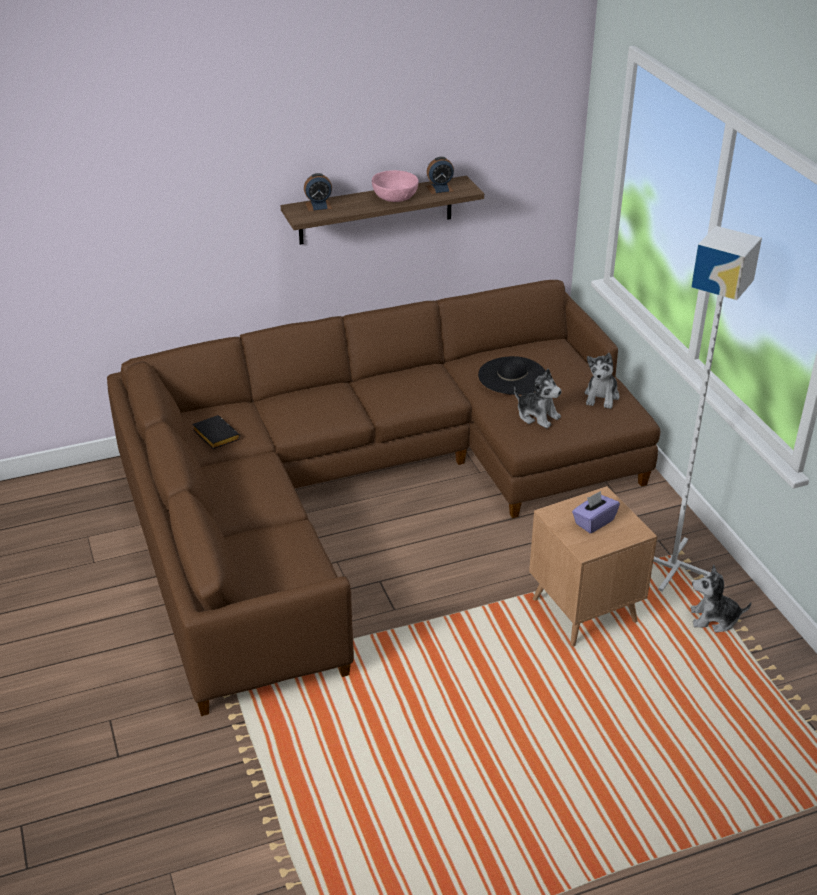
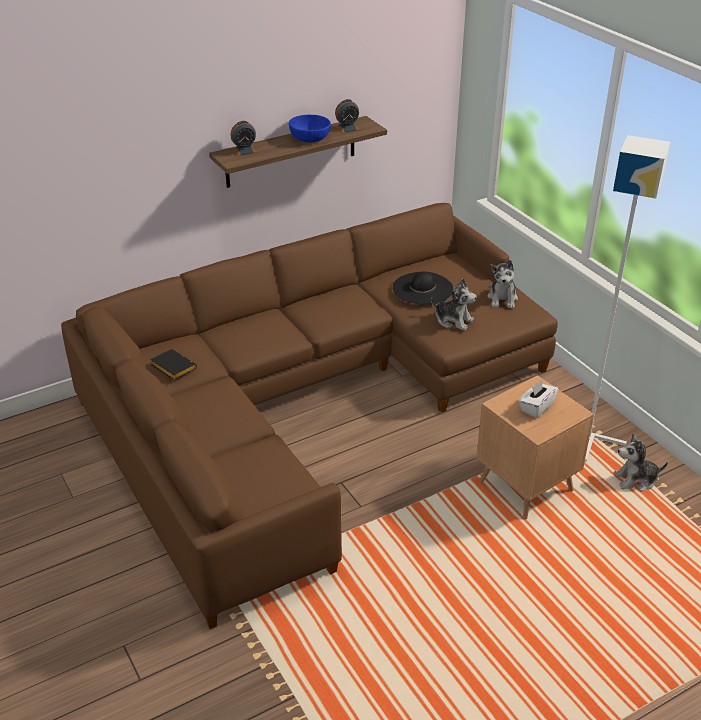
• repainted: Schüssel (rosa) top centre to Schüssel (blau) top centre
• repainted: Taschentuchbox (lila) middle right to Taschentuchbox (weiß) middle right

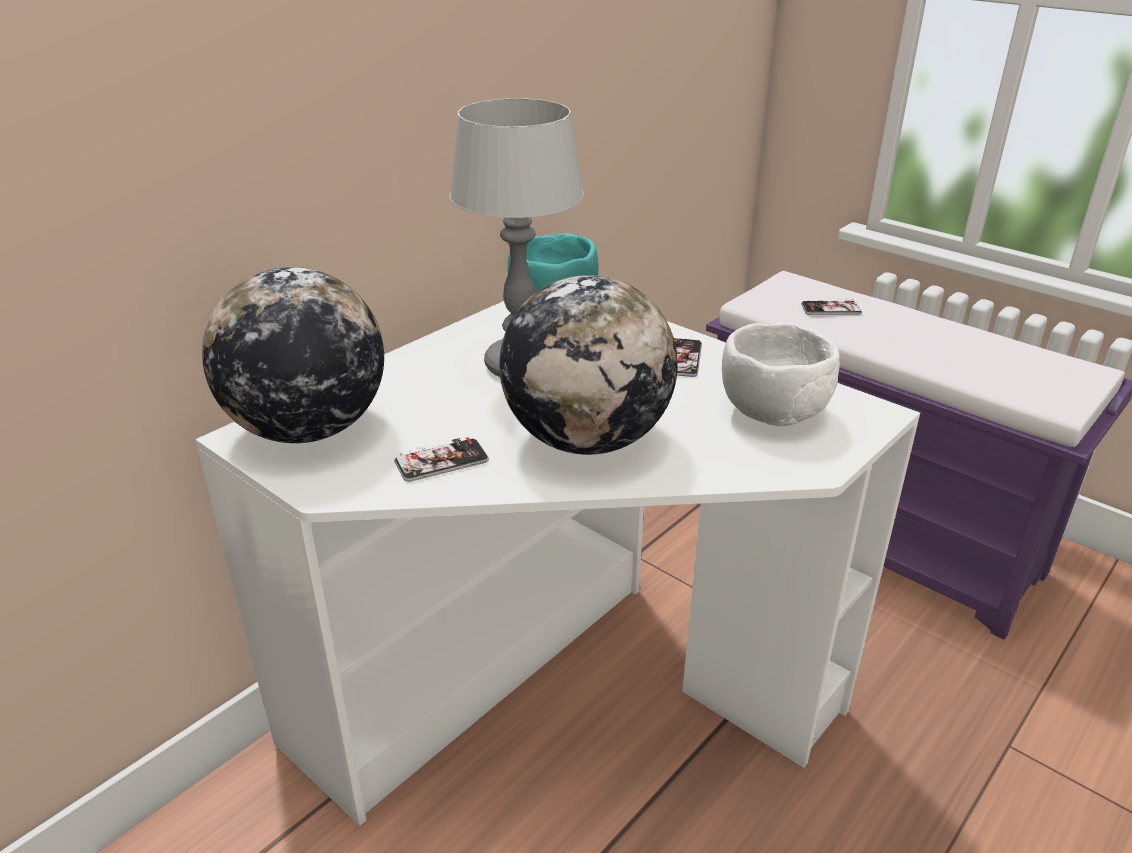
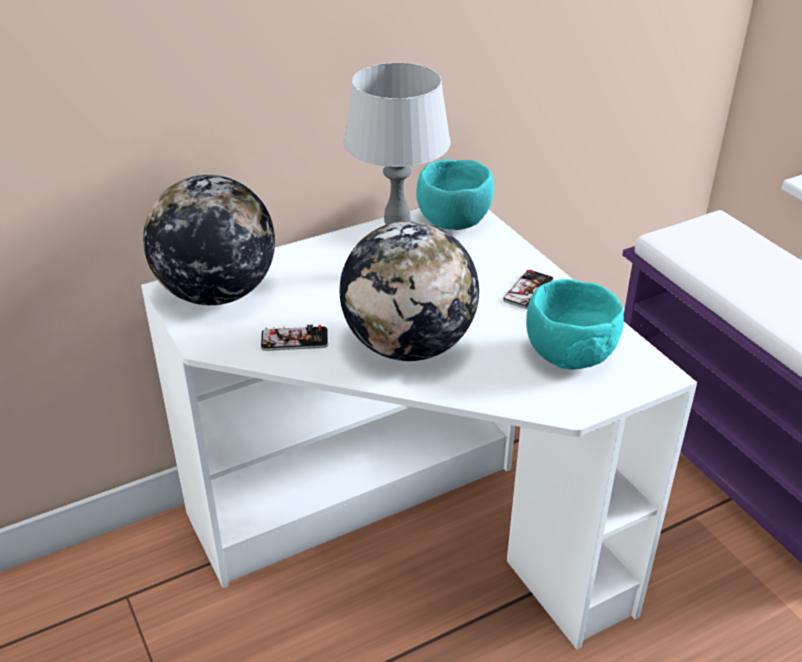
• gone: Handy (no. 3 from left) middle right
• repainted: Schüssel (weiß) middle right to Schüssel (türkis) (no. 2 from left) middle right

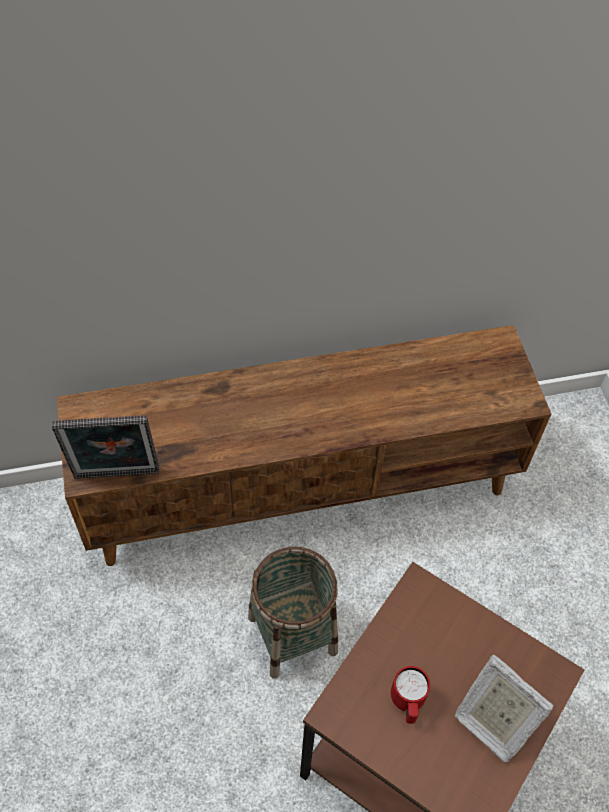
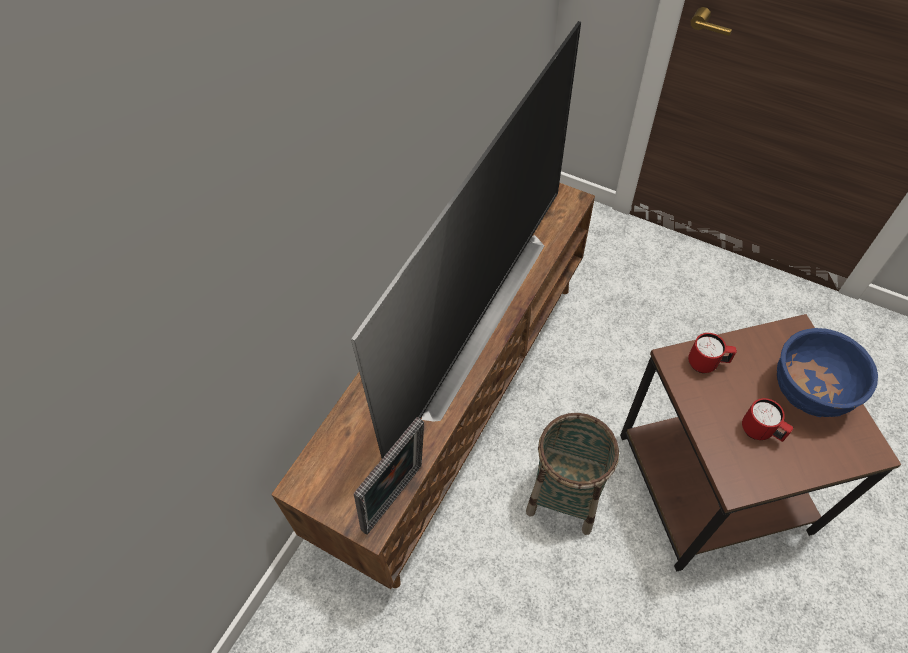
• new: Fernseher centre
• new: Henkelbecher (rot) (no. 1 from left) middle right
• swapped: Bilderrahmen (no. 2 from left) bottom right to Schüssel (blau) middle right

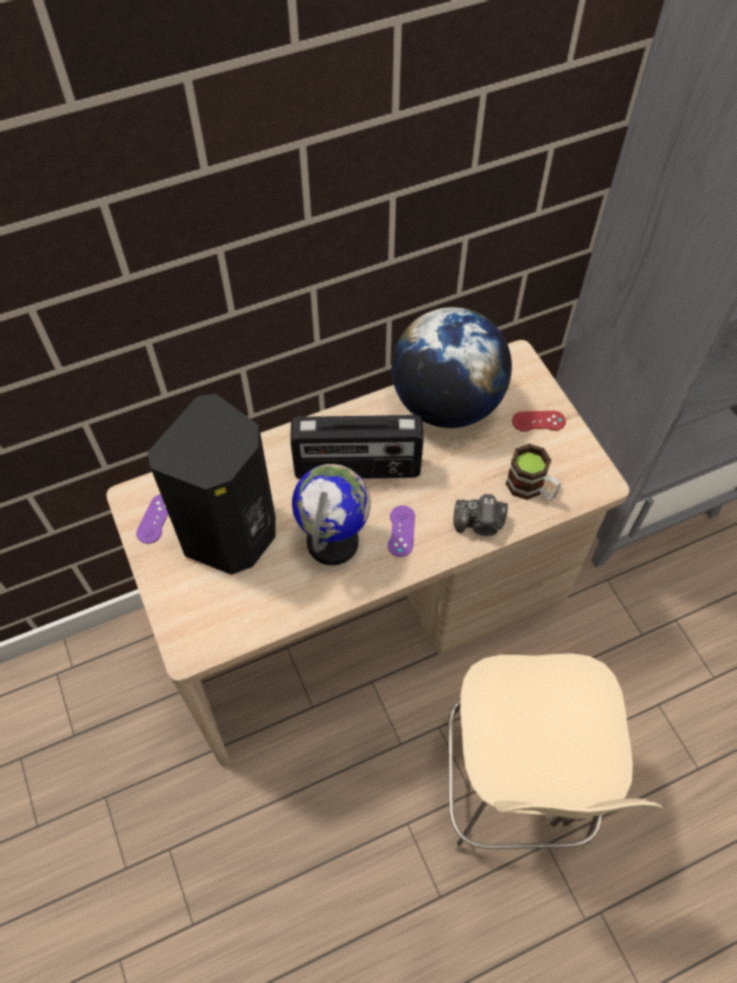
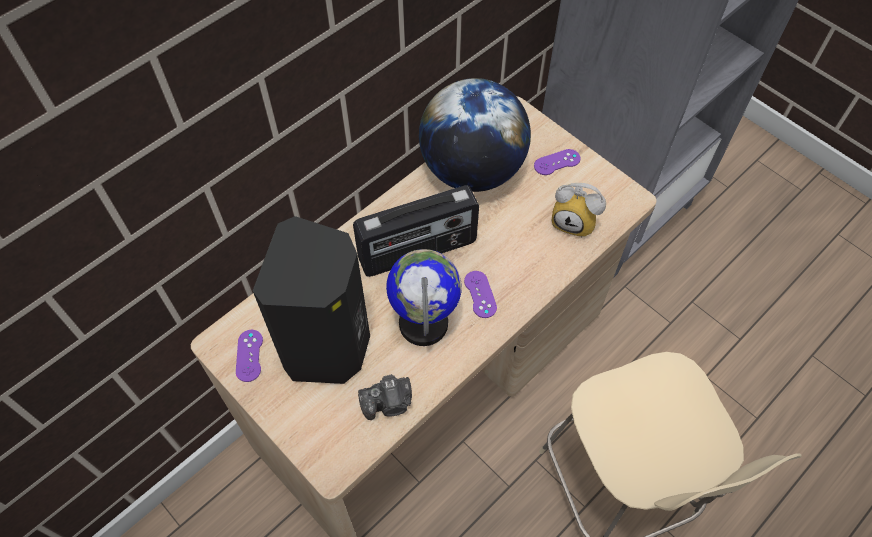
• shifted: Kamera centre to bottom centre
• swapped: Henkelbecher middle right to Wecker centre
• repainted: Gamepad (rot) middle right to Gamepad (lila) (no. 3 from left) top centre

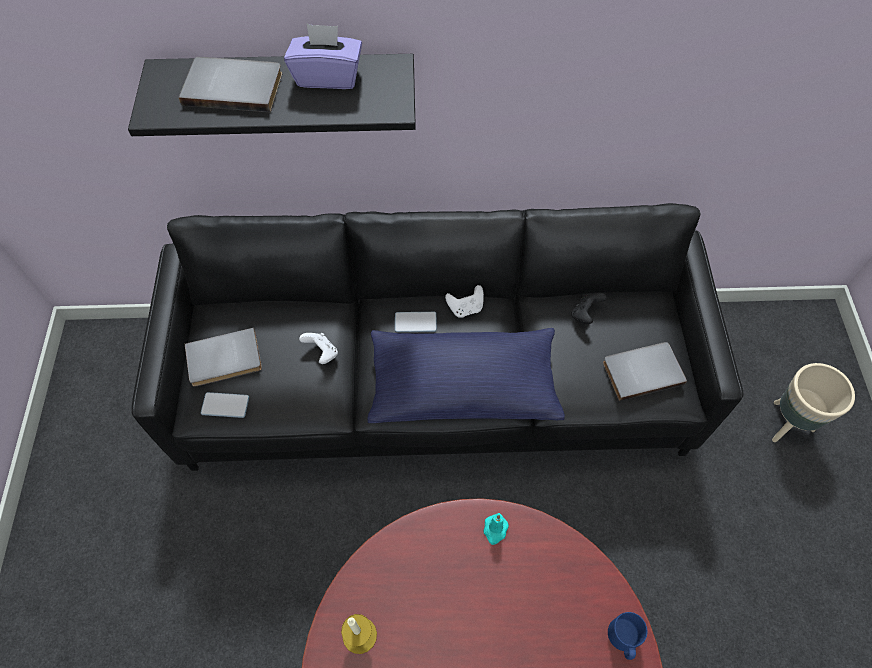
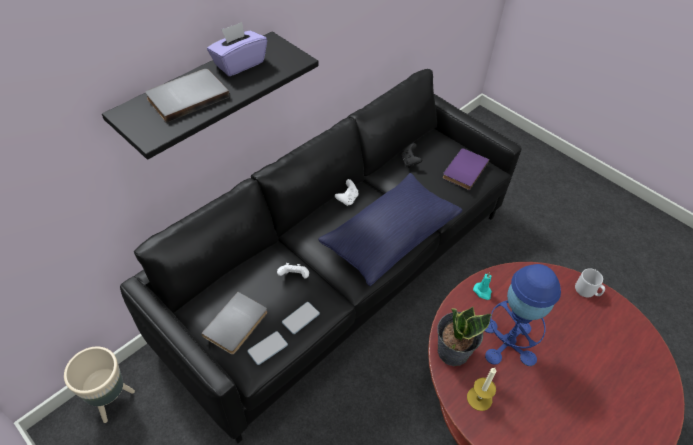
• new: Topfpflanze bottom right
• new: Tischlampe (blau) bottom right
• shifted: Handy (no. 2 from left) centre to bottom centre
• shifted: Pflanzkübel (beige) middle right to bottom left
• repainted: Buch (grau) (no. 3 from left) middle right to Buch (lila) middle right
• repainted: Henkelbecher (blau) bottom right to Henkelbecher (grau) middle right

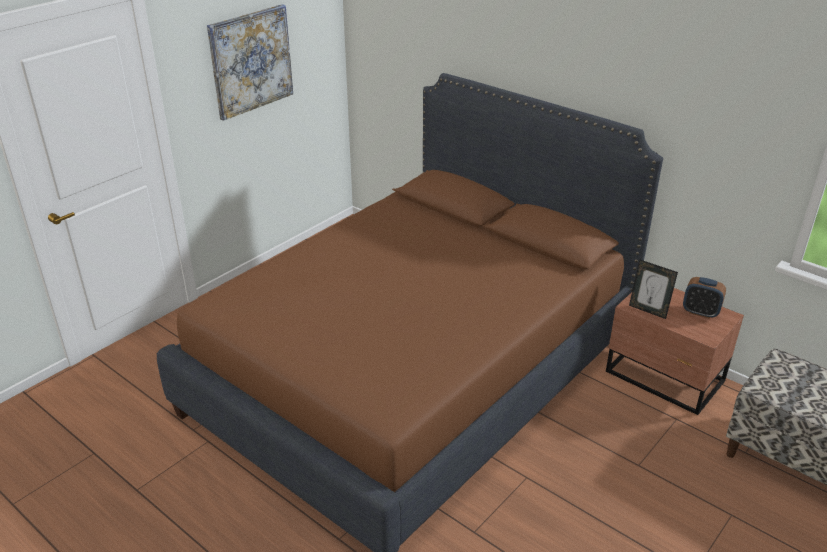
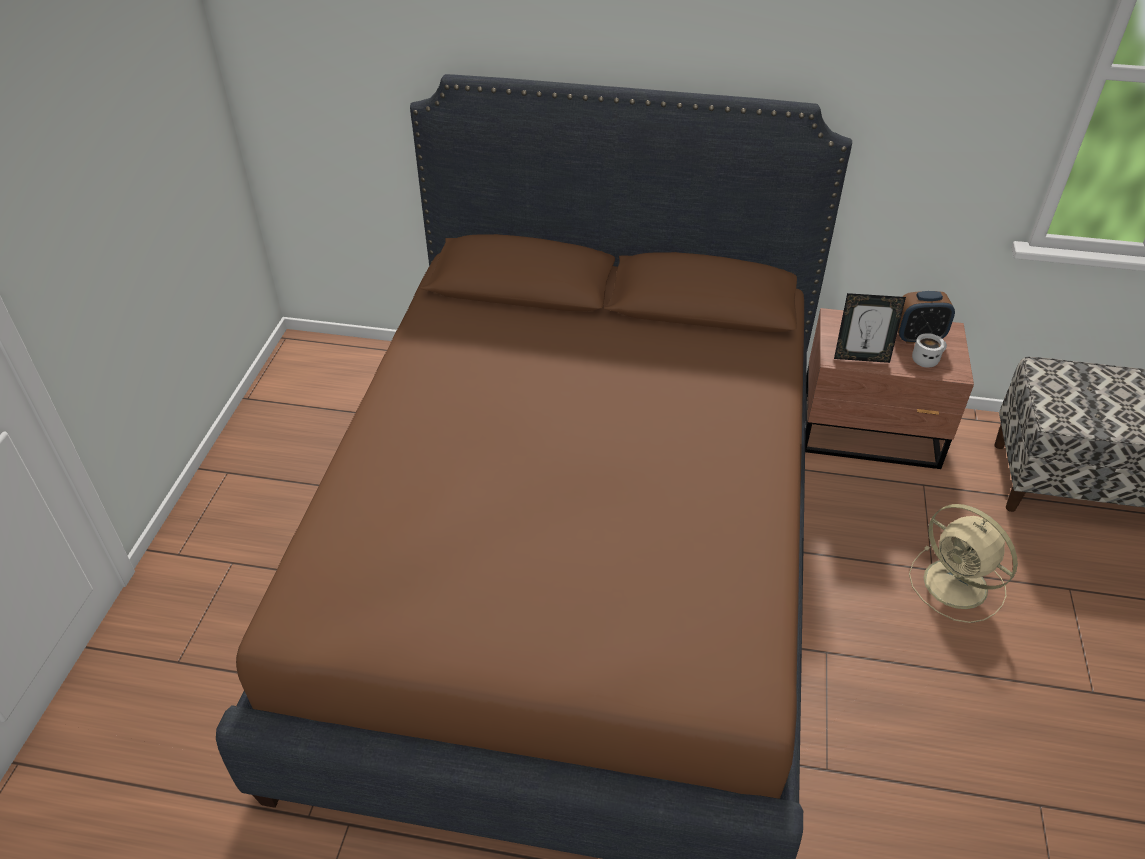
• gone: Bild top left
• new: Ventilator (beige) middle right
• new: Henkelbecher (weiß) middle right

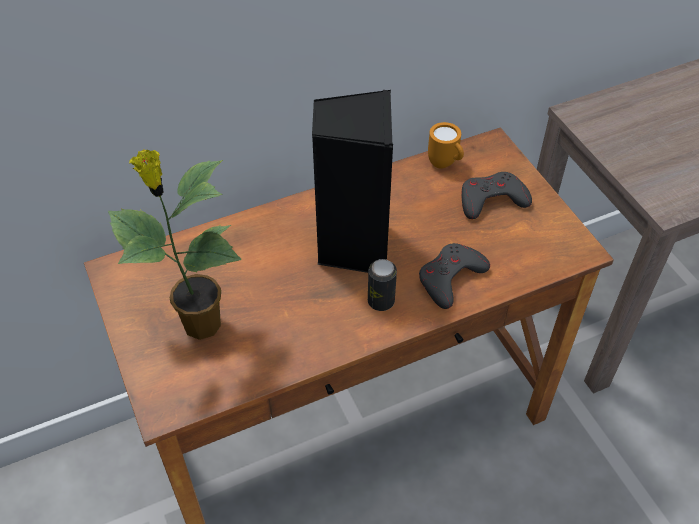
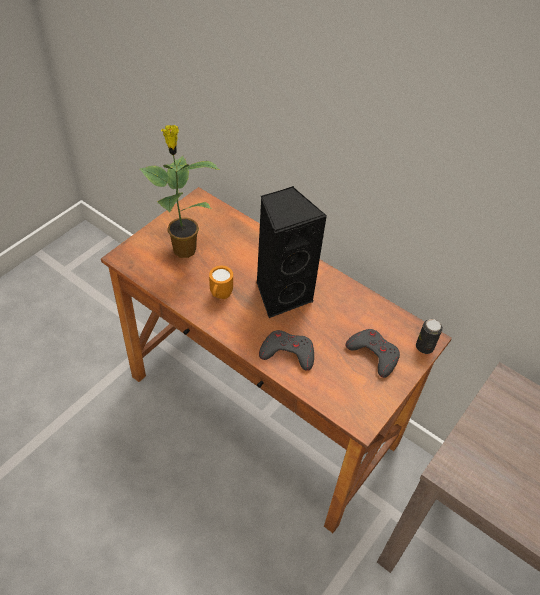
• shifted: Dose centre to middle right
• shifted: Henkelbecher (orange) top centre to centre

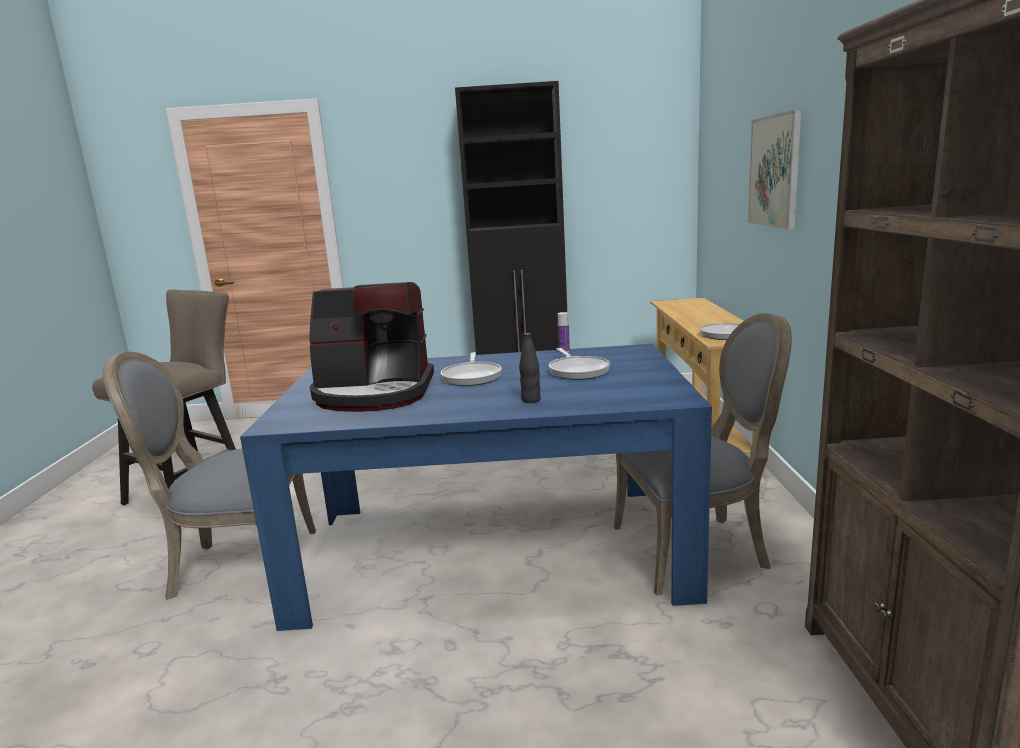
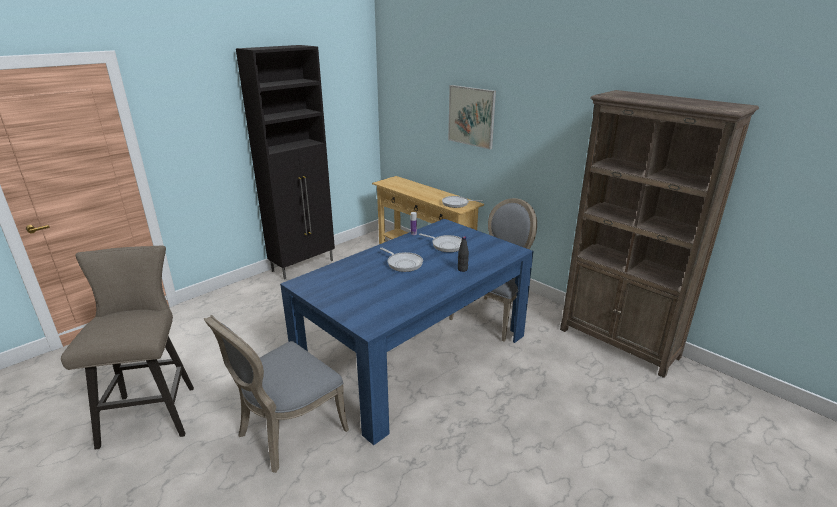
• gone: Kaffeemaschine centre

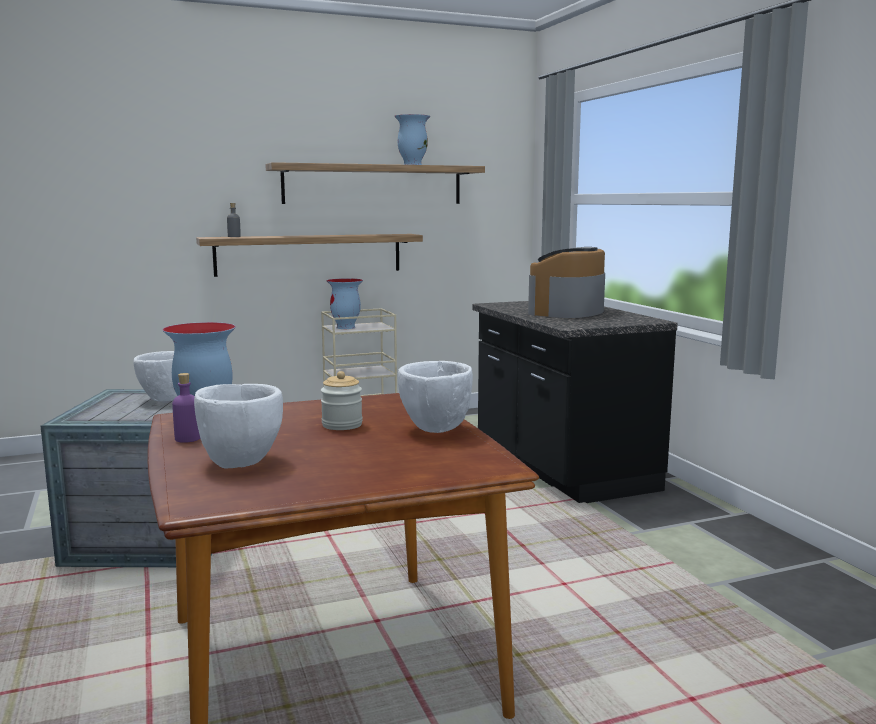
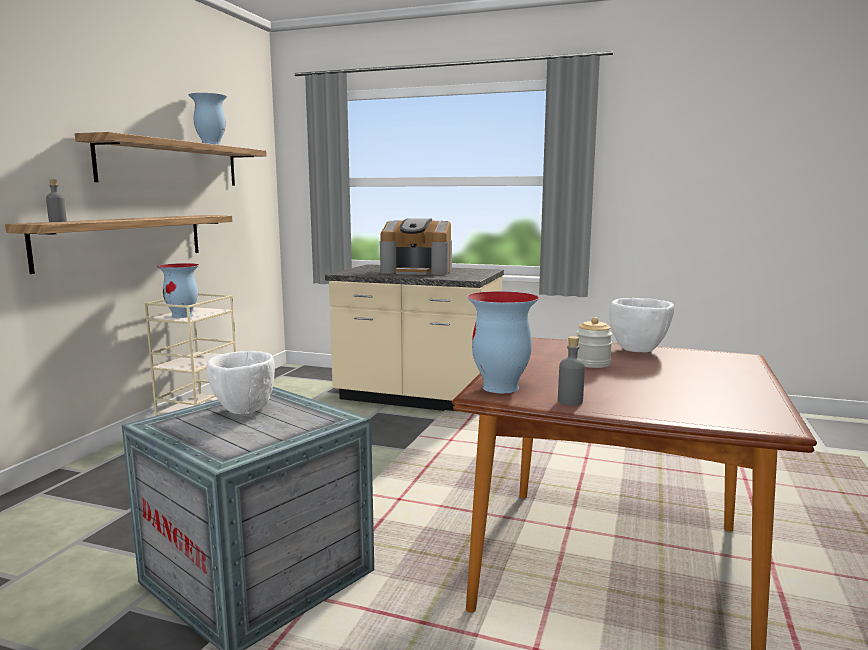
• gone: Schüssel (weiß) (no. 2 from left) middle left
• repainted: Flasche (lila) middle left to Flasche (grau) (no. 2 from left) centre
• repainted: Küchenzeile (schwarz) centre to Küchenzeile (beige) centre
• rotated: Kaffeemaschine centre = centre 60 degrees counterclockwise

